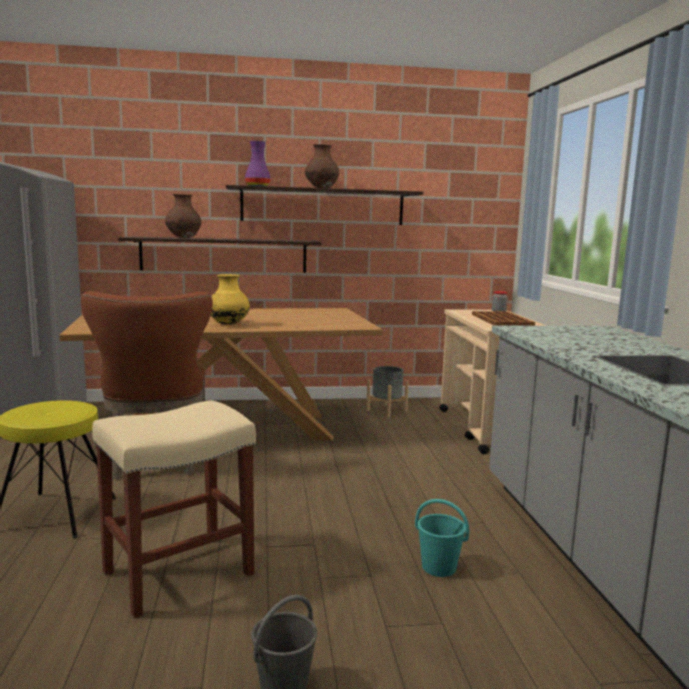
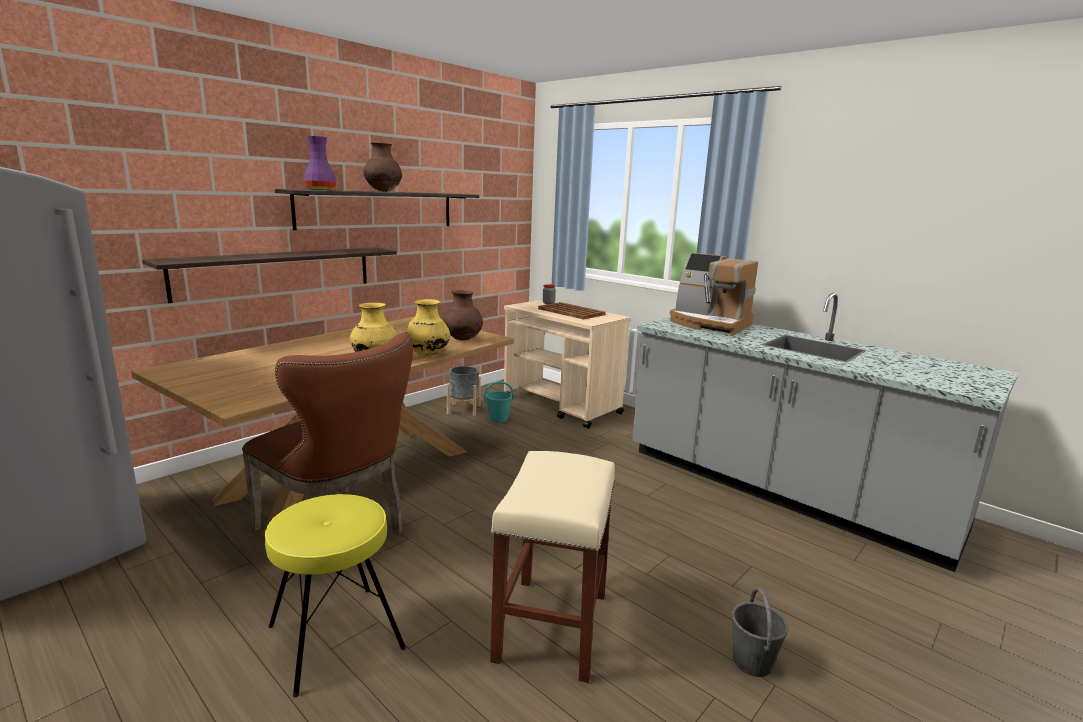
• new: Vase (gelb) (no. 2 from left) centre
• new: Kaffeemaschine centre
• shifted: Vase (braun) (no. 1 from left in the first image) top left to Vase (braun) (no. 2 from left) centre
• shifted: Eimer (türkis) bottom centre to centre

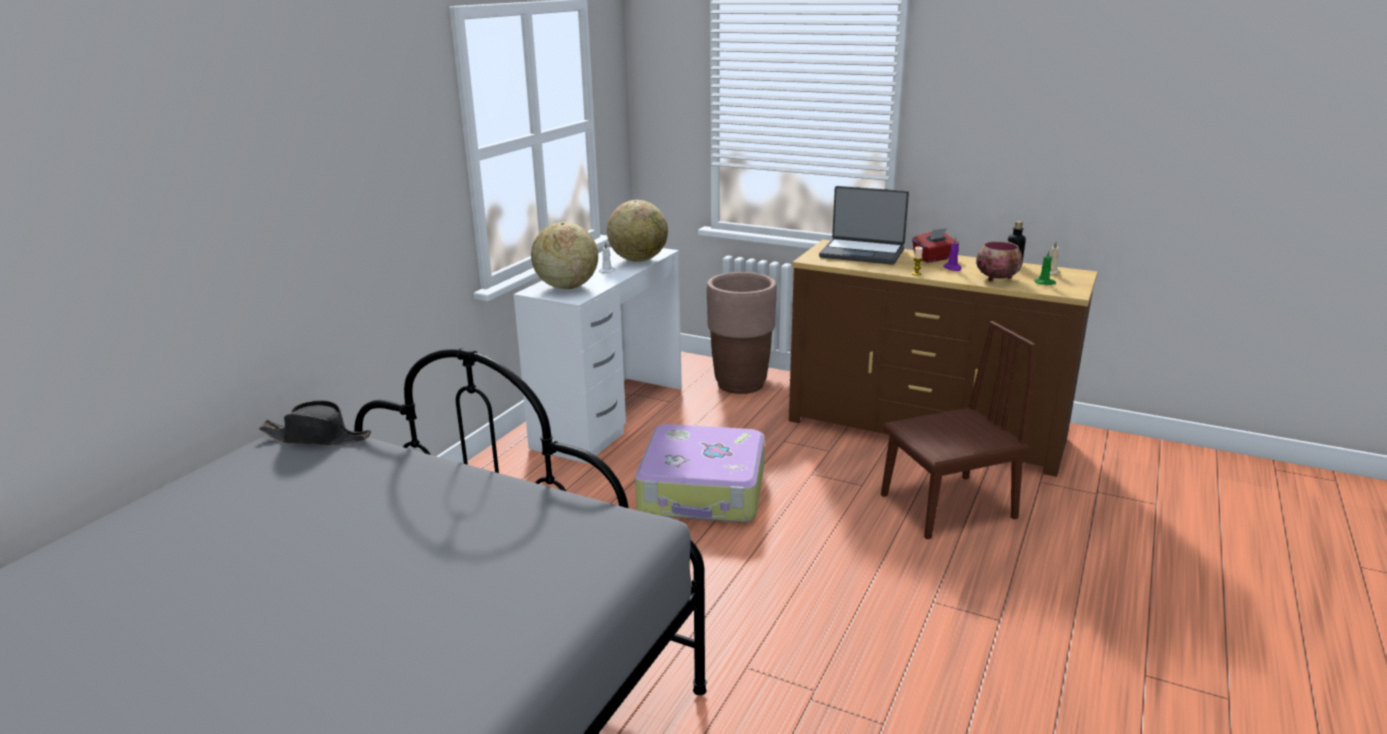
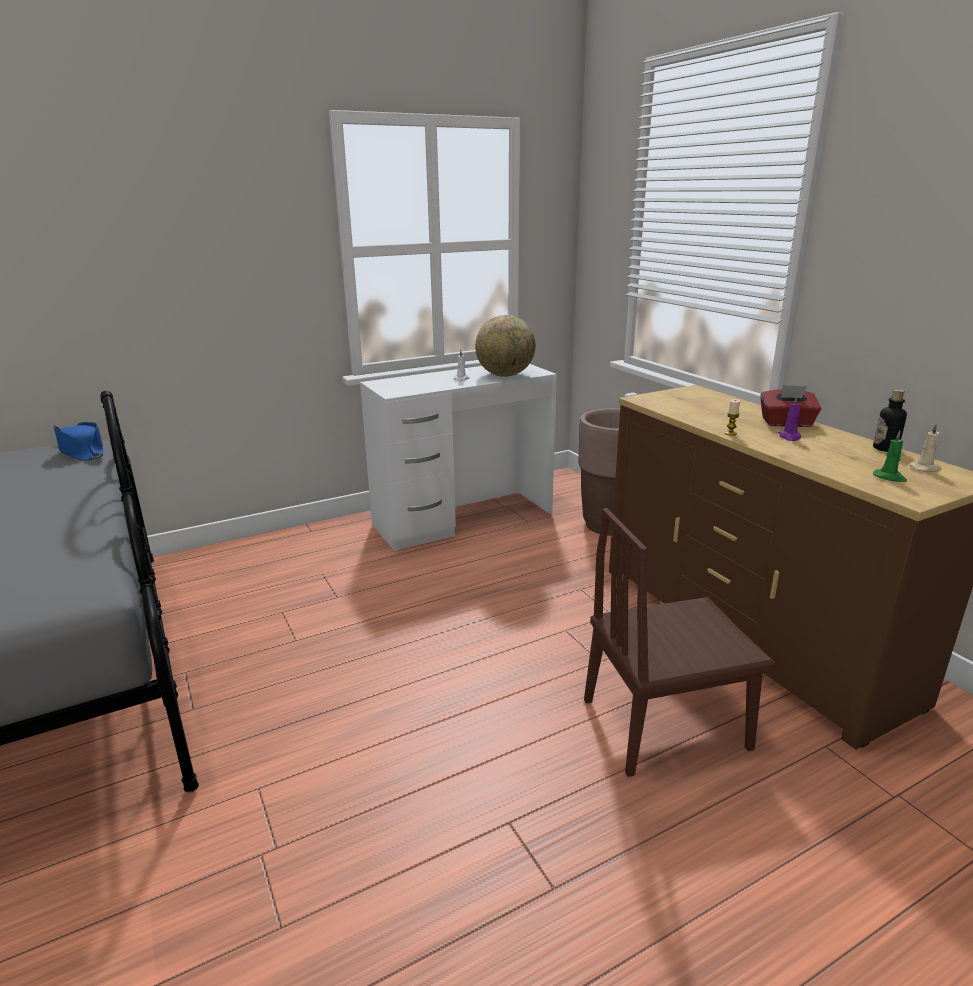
• gone: Globus (no. 1 from left) centre
• gone: Koffer centre
• gone: Laptop top centre
• gone: Schüssel middle right
• repainted: Hut (schwarz) middle left to Hut (blau) middle left
• rotated: Stuhl (braun) middle right = middle right 150 degrees clockwise

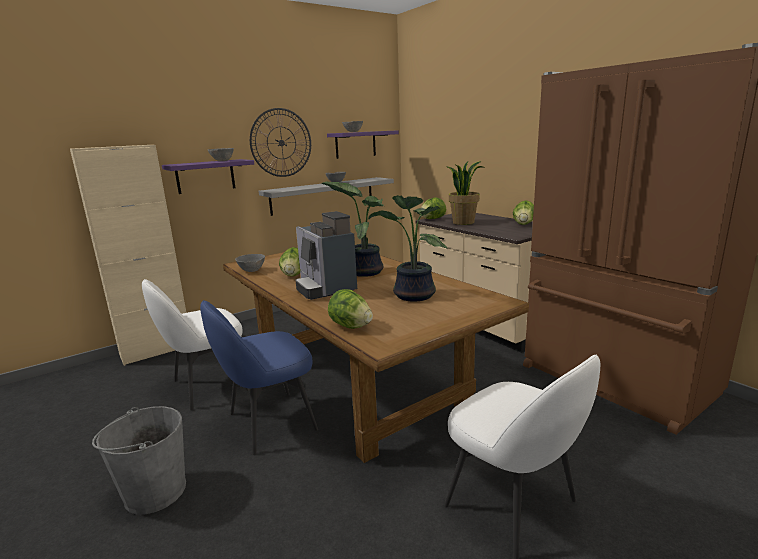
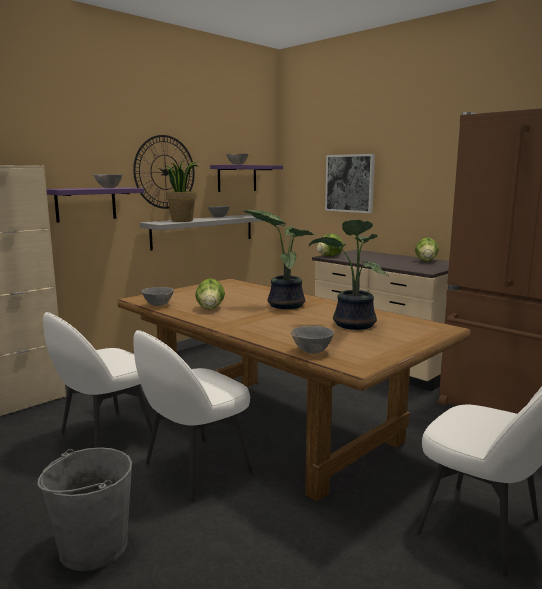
• gone: Kaffeemaschine centre
• new: Bild top centre
• shifted: Topfpflanze (no. 3 from left in the first image) centre to Topfpflanze (no. 1 from left) top centre
• swapped: Salatkopf (no. 2 from left) centre to Schüssel (grau) (no. 5 from left) centre
• repainted: Stuhl (blau) bottom centre to Stuhl (weiß) (no. 2 from left) bottom centre

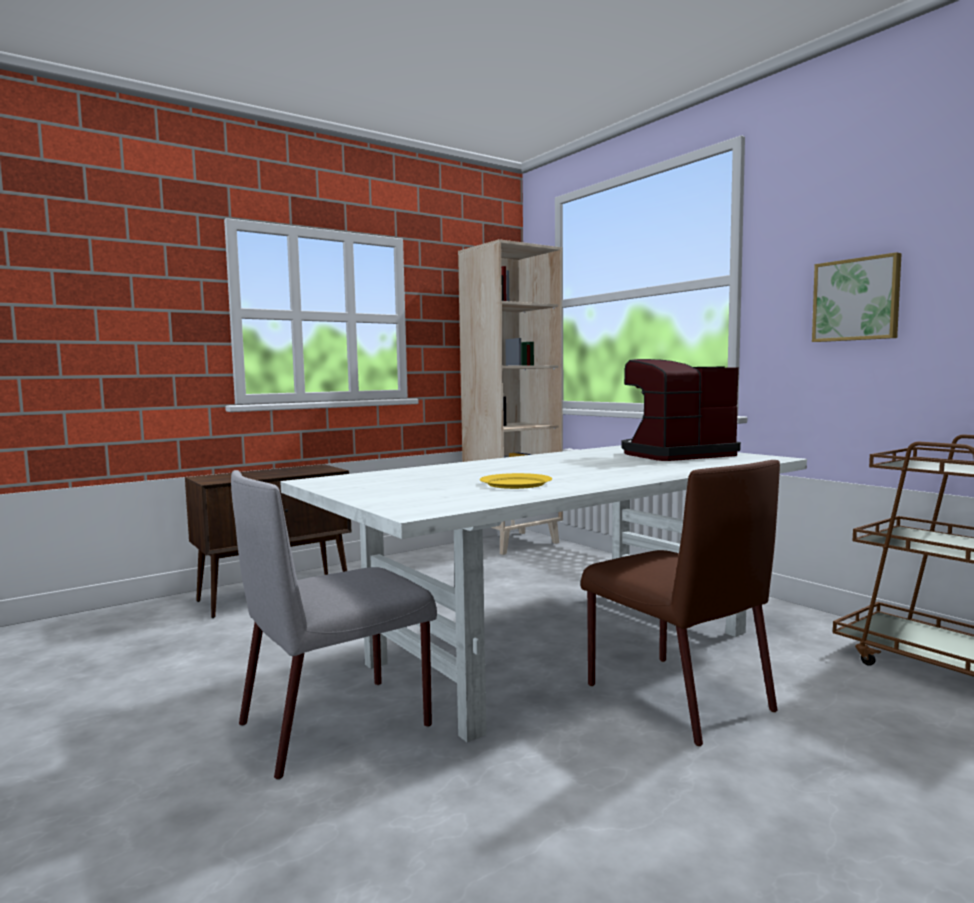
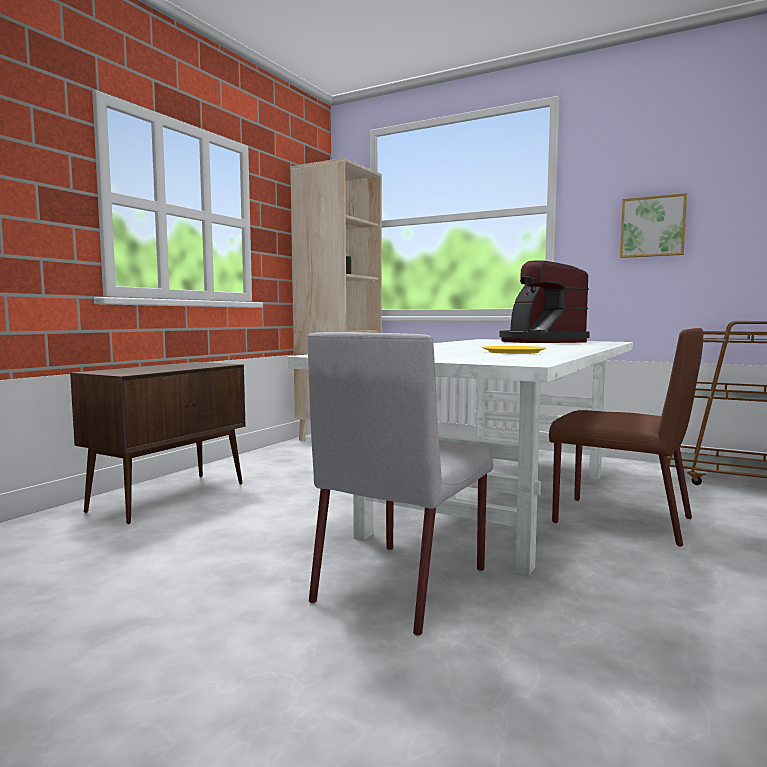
• rotated: Kaffeemaschine middle right = middle right 60 degrees counterclockwise

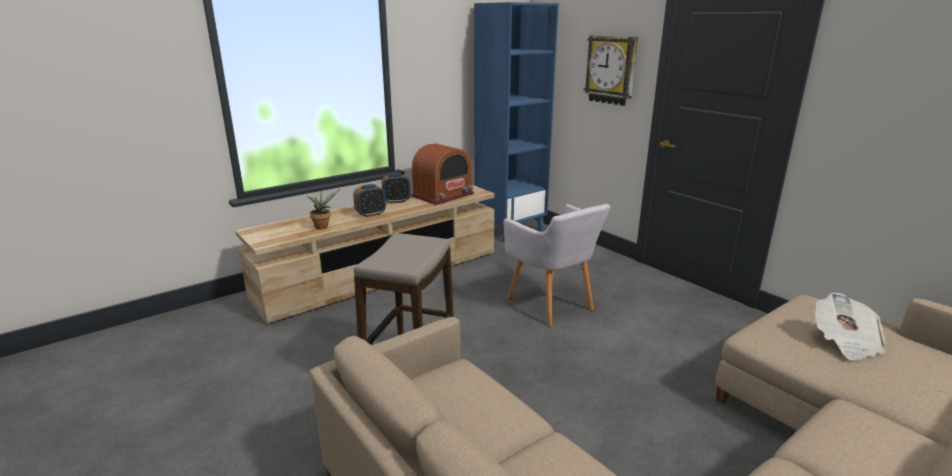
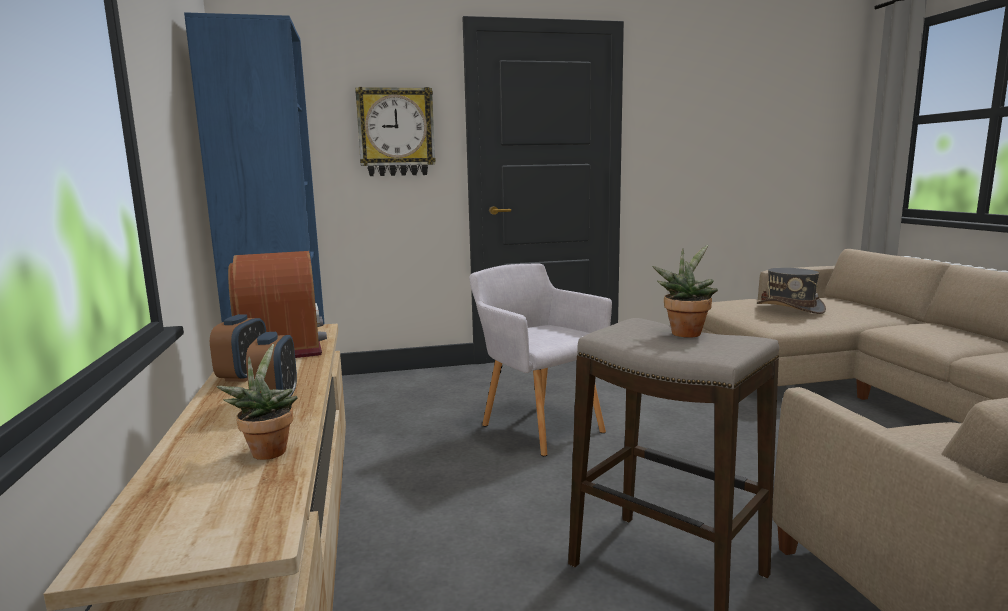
• new: Topfpflanze (no. 2 from left) middle right
• swapped: Zeitung bottom right to Hut (grau) middle right
• rotated: Sessel (grau) centre = centre 120 degrees counterclockwise

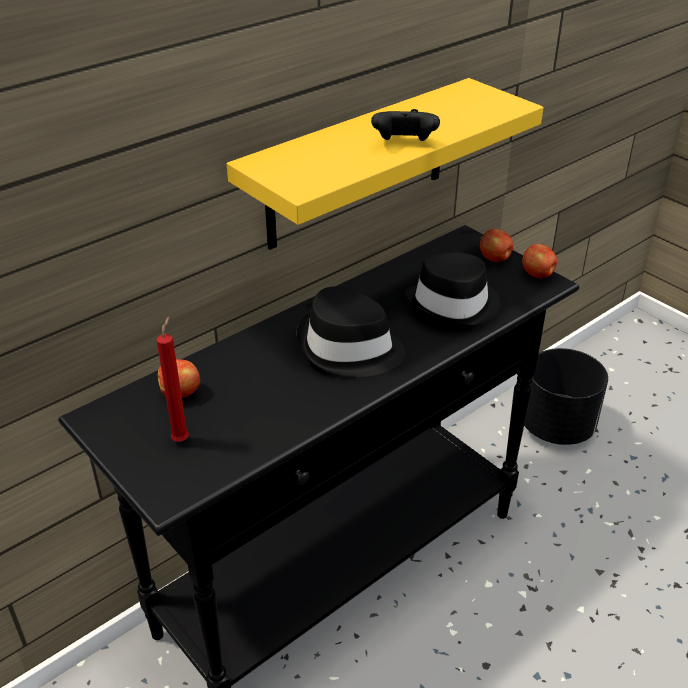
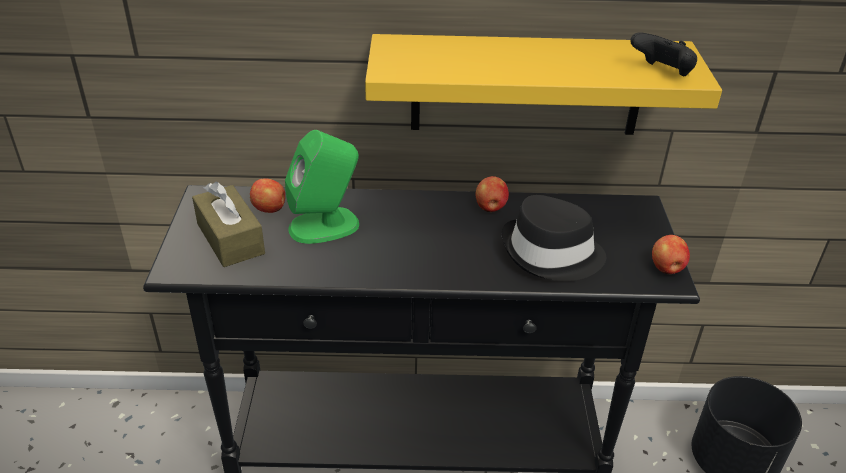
• gone: Hut (schwarz) (no. 1 from left) centre
• new: Lautsprecher (grün) centre
• shifted: Gamepad (schwarz) top centre to top right
• shifted: Apfel (no. 2 from left) middle right to centre
• swapped: Kerze (rot) middle left to Taschentuchbox (braun) middle left

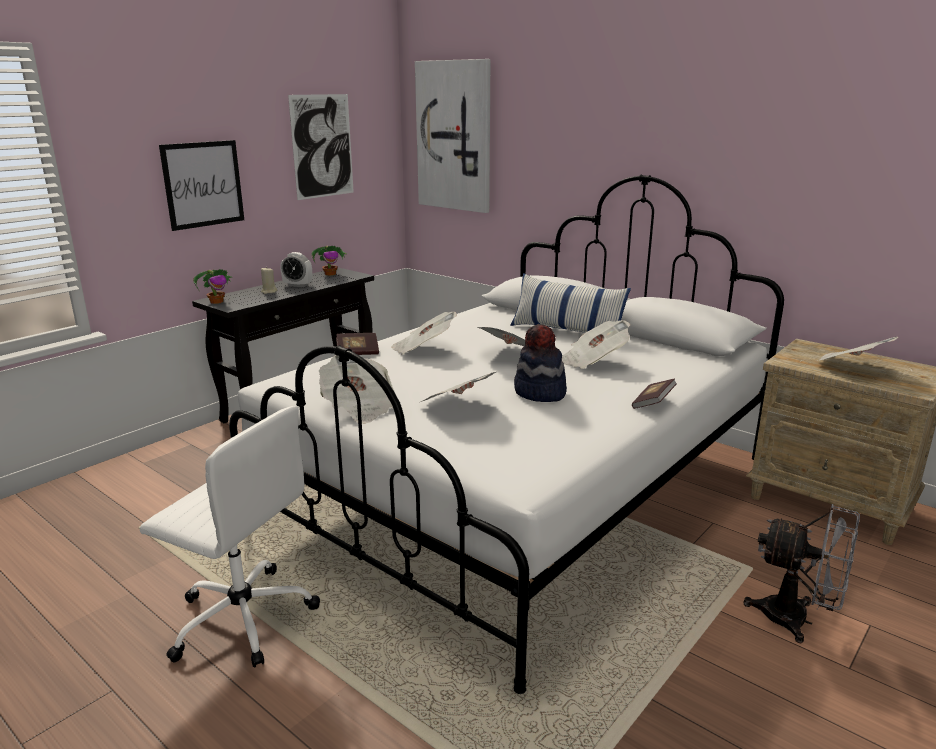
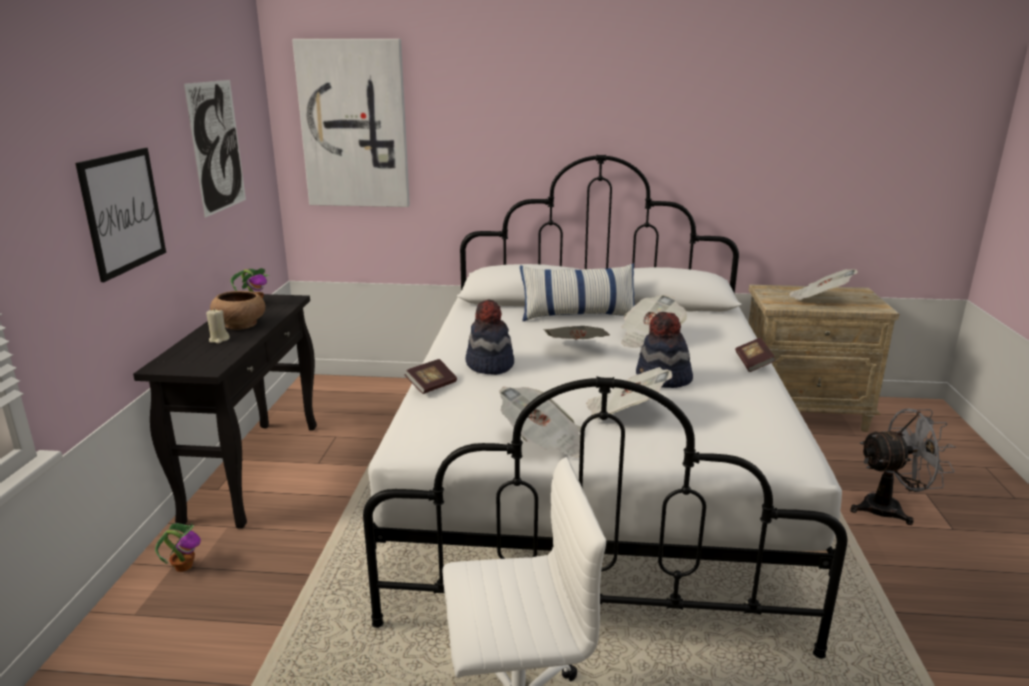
• shifted: Topfpflanze (no. 1 from left) middle left to bottom left
• swapped: Wecker middle left to Schüssel (braun) middle left
• swapped: Zeitung (no. 2 from left) centre to Hut (no. 1 from left) centre

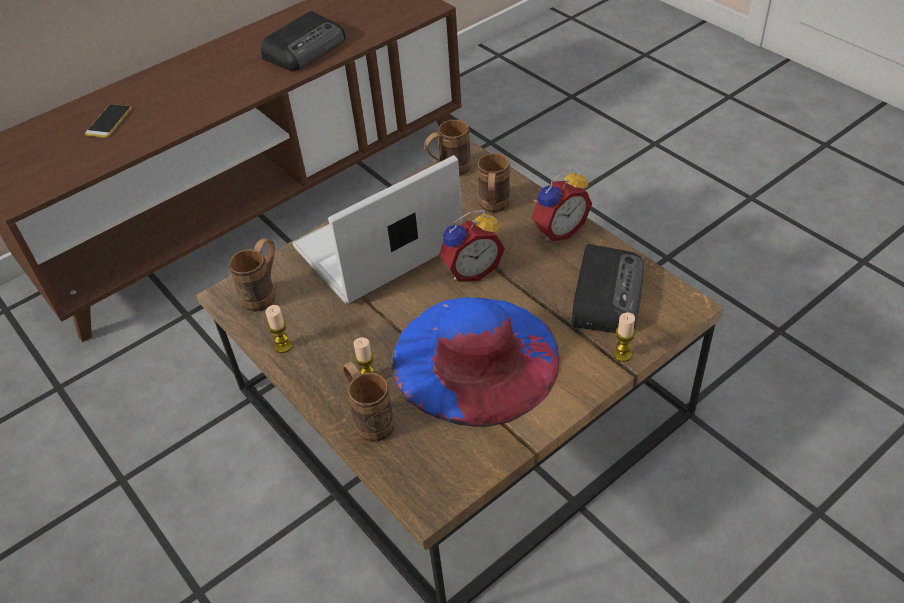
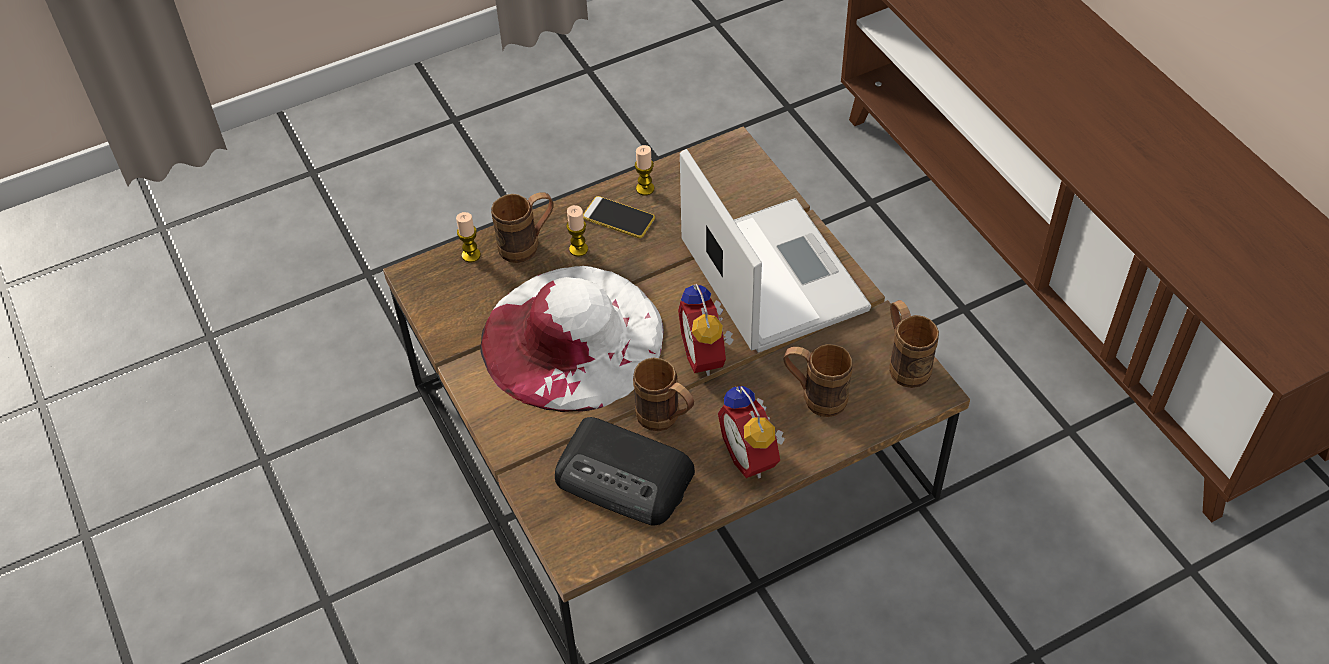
• gone: Radio (no. 1 from left) top centre
• shifted: Handy top left to top centre
• shifted: Henkelbecher (braun) (no. 1 from left in the first image) middle left to Henkelbecher (braun) (no. 2 from left) centre
• shifted: Kerze (no. 3 from left in the first image) middle right to Kerze (no. 1 from left) centre
• repainted: Hut (blau) centre to Hut (weiß) centre

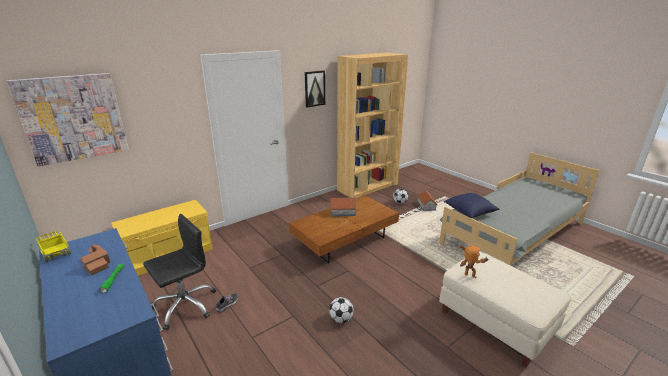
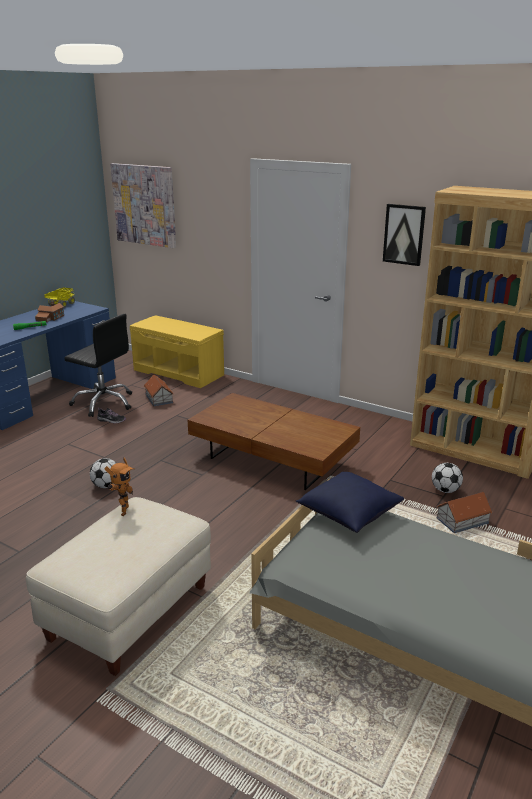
• shifted: Spielzeughaus (no. 2 from left) centre to middle left

